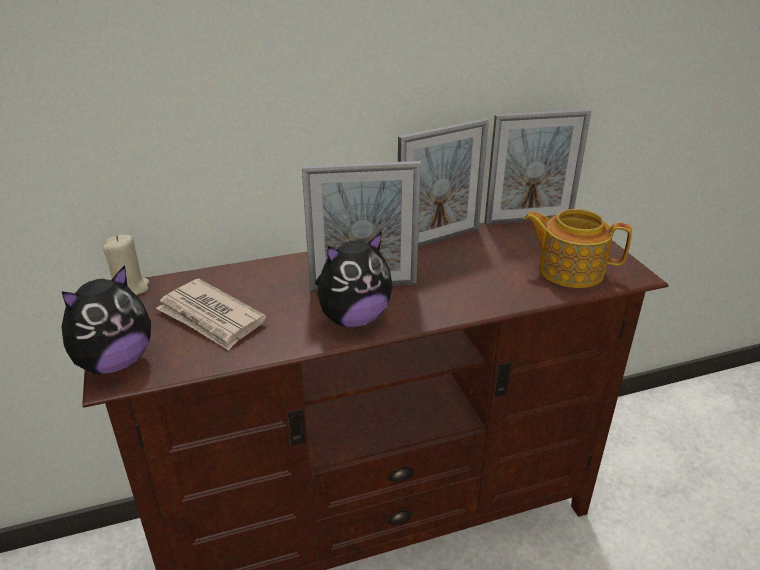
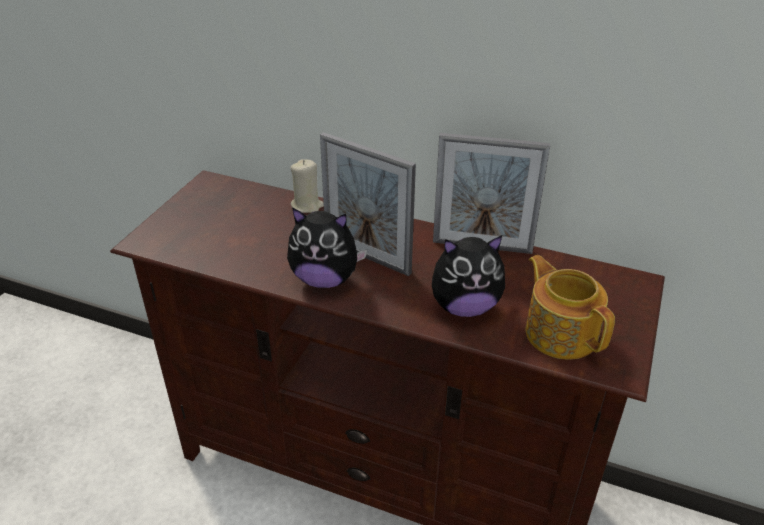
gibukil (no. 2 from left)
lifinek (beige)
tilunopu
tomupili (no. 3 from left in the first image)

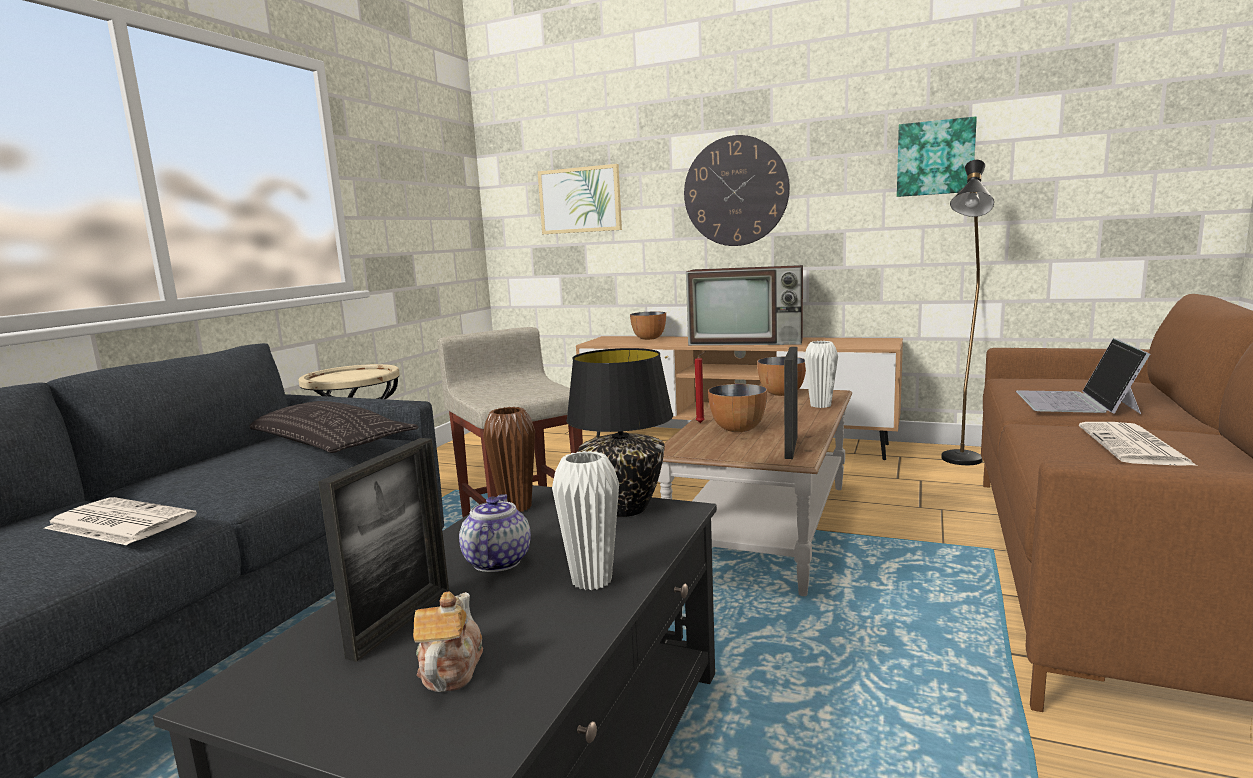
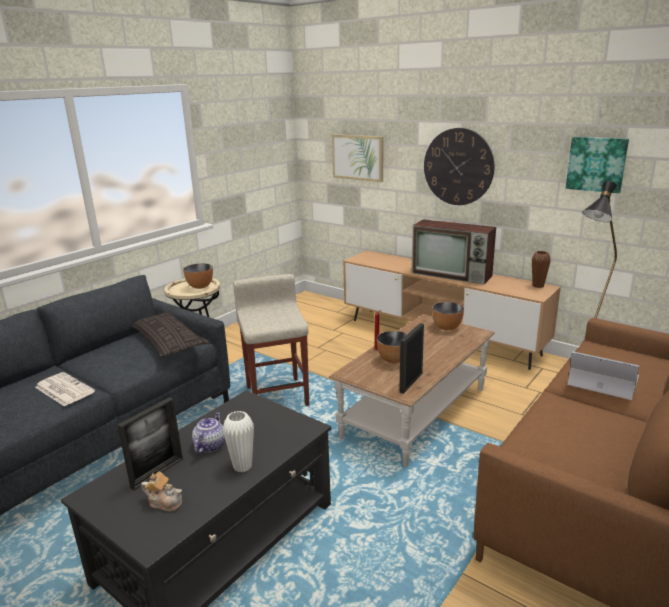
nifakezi (no. 1 from left)
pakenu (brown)
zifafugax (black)
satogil (no. 1 from left)
pakenu (white) (no. 2 from left in the first image)
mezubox
tilunopu (no. 2 from left in the first image)

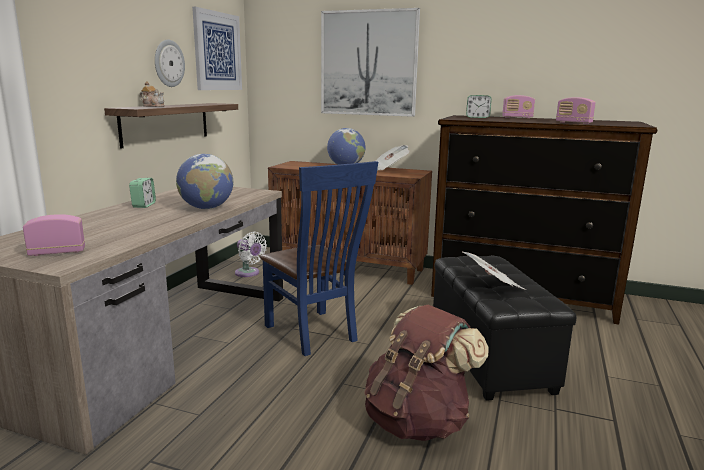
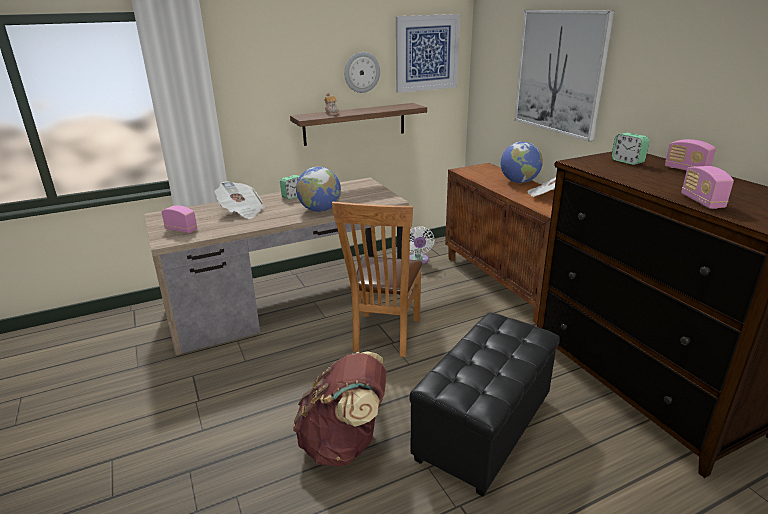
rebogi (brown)
tilunopu (no. 1 from left)

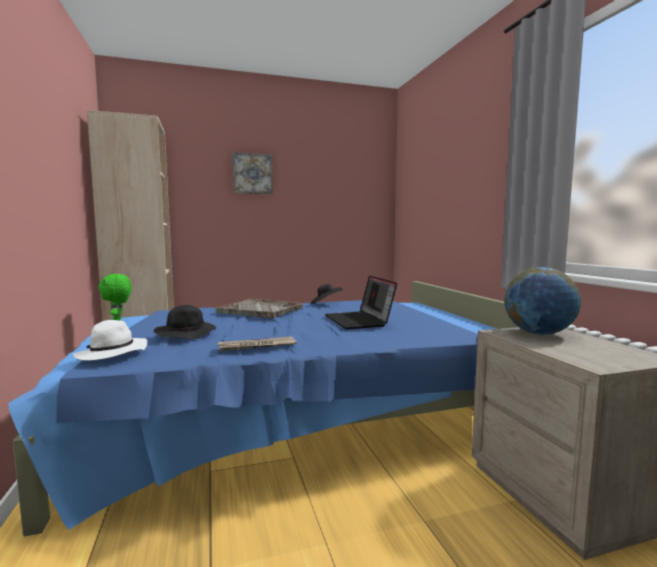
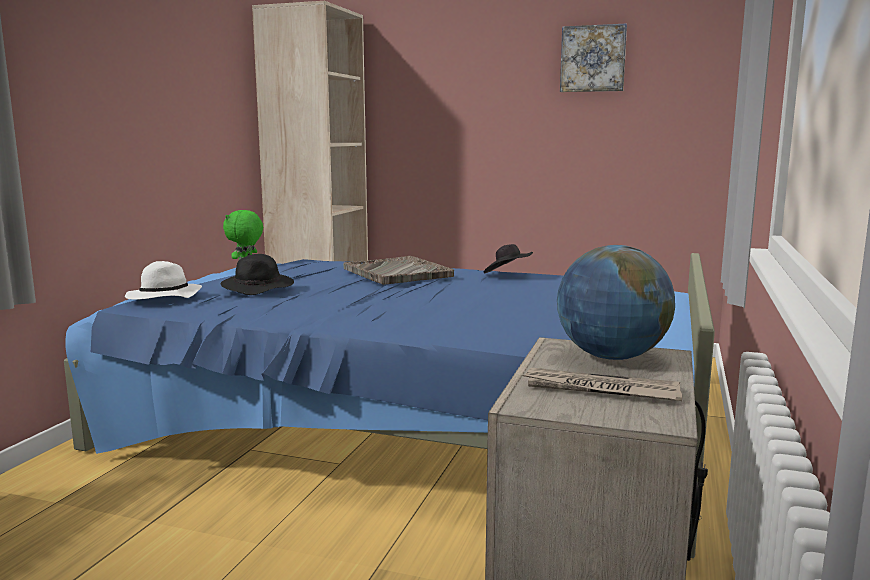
tilunopu
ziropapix
mezubox

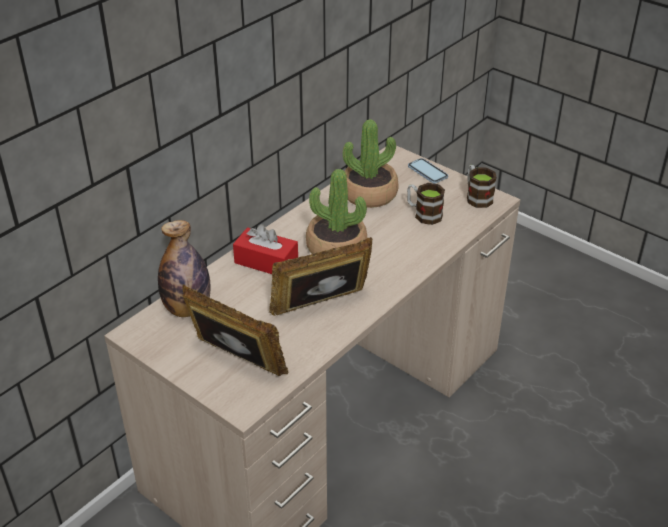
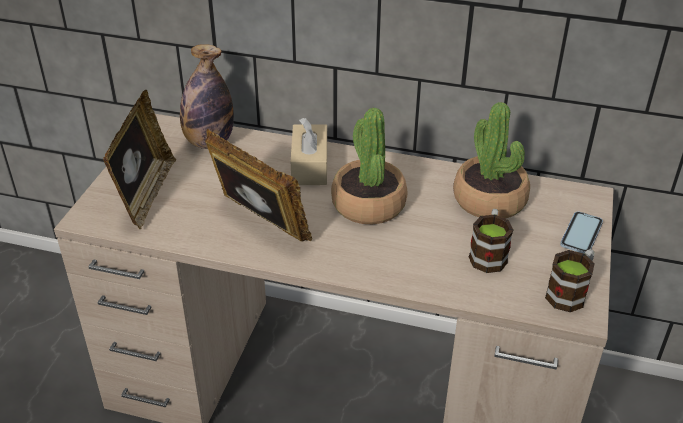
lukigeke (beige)

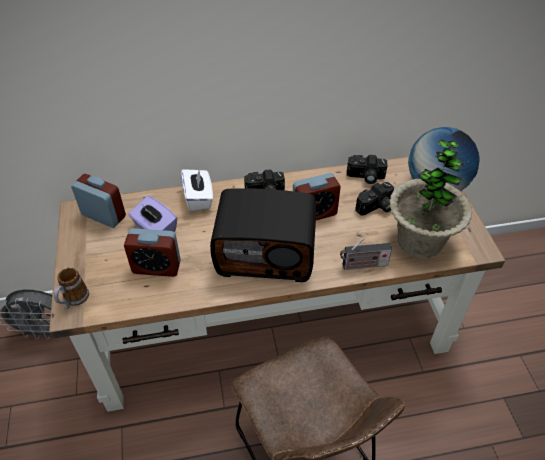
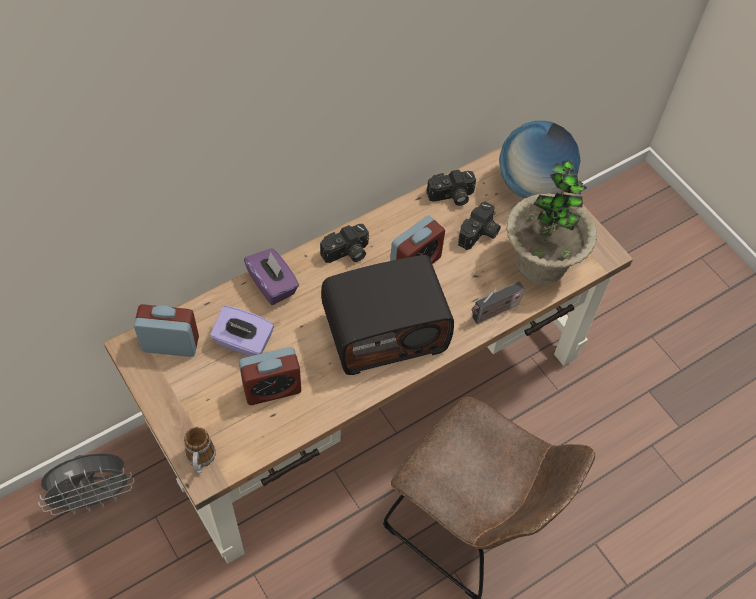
lukigeke (purple) (no. 2 from left)

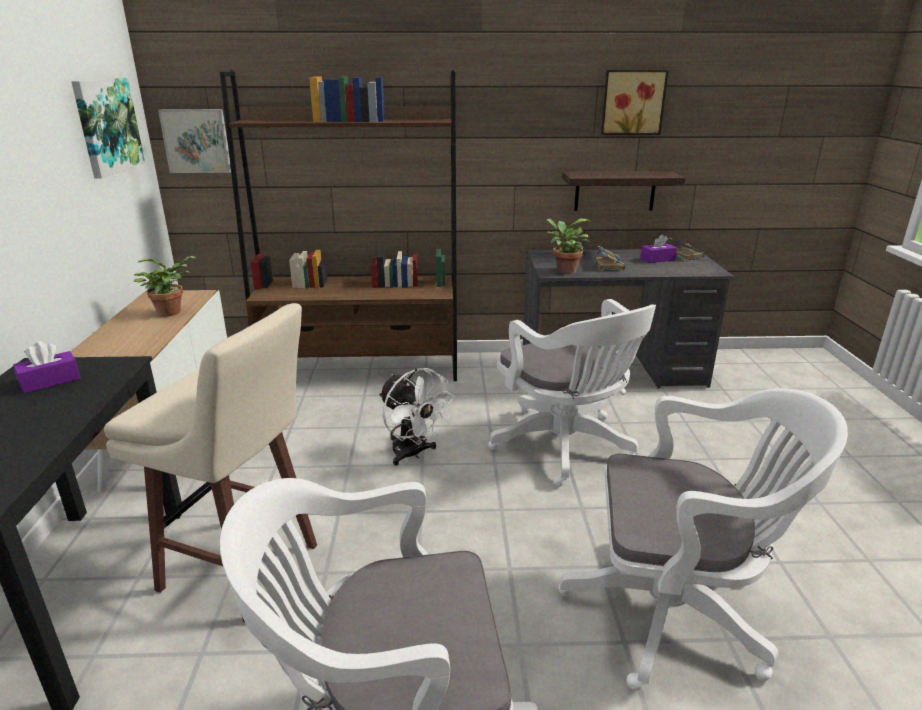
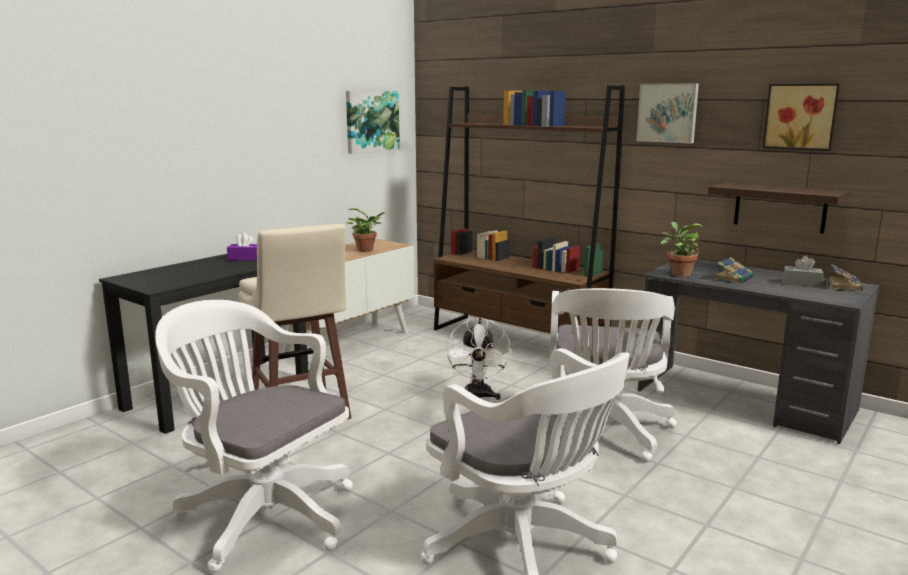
ziropapix (no. 2 from left)
lukigeke (grey)

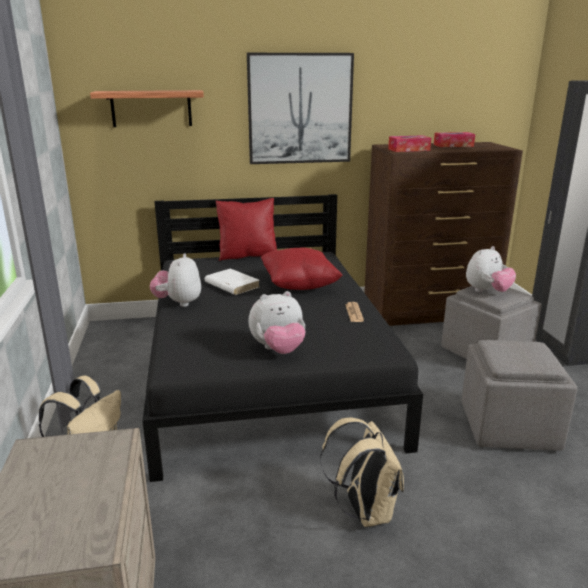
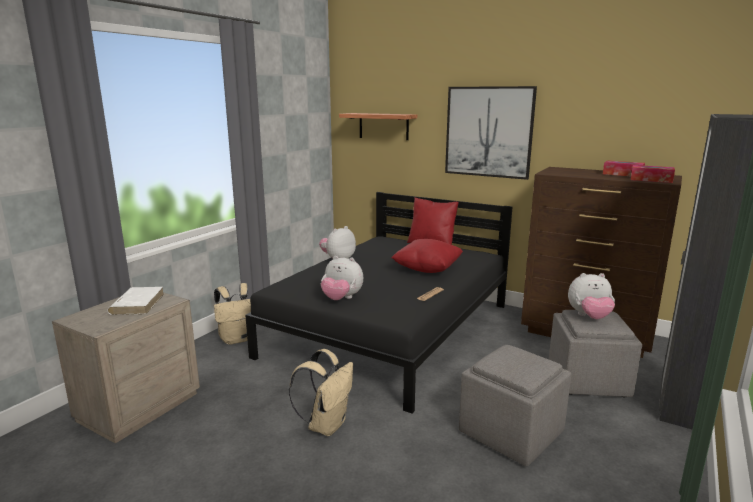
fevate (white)
lukigeke (no. 2 from left)

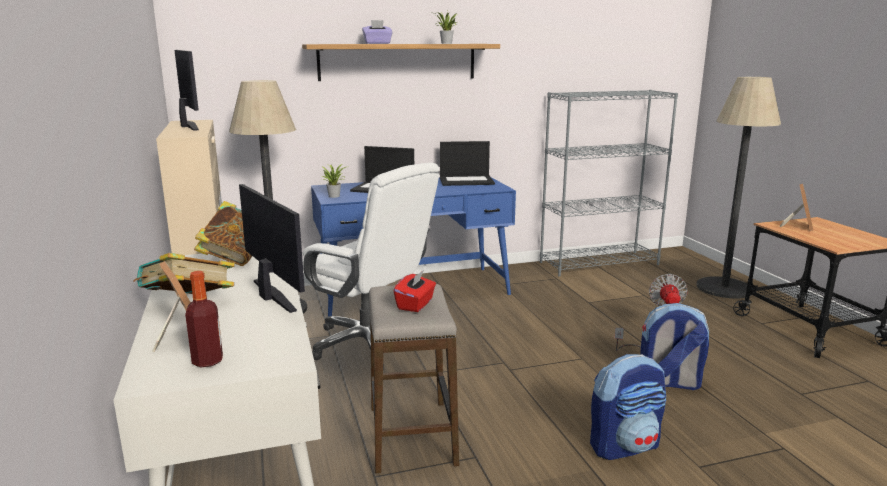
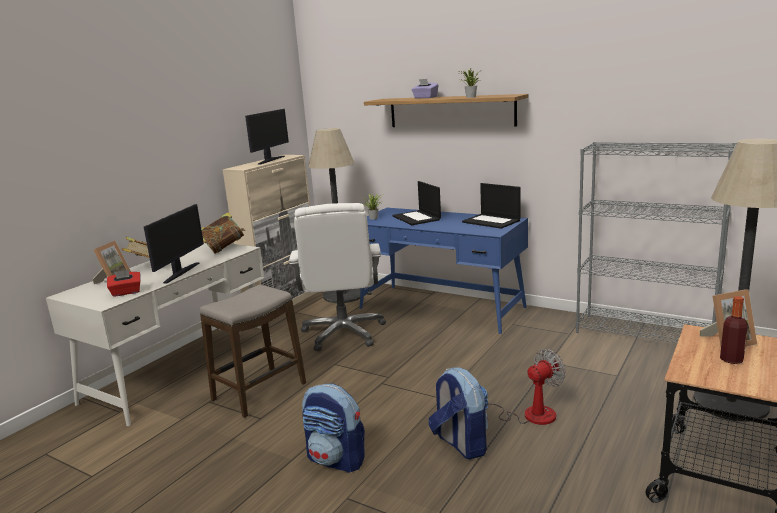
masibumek
lukigeke (red)

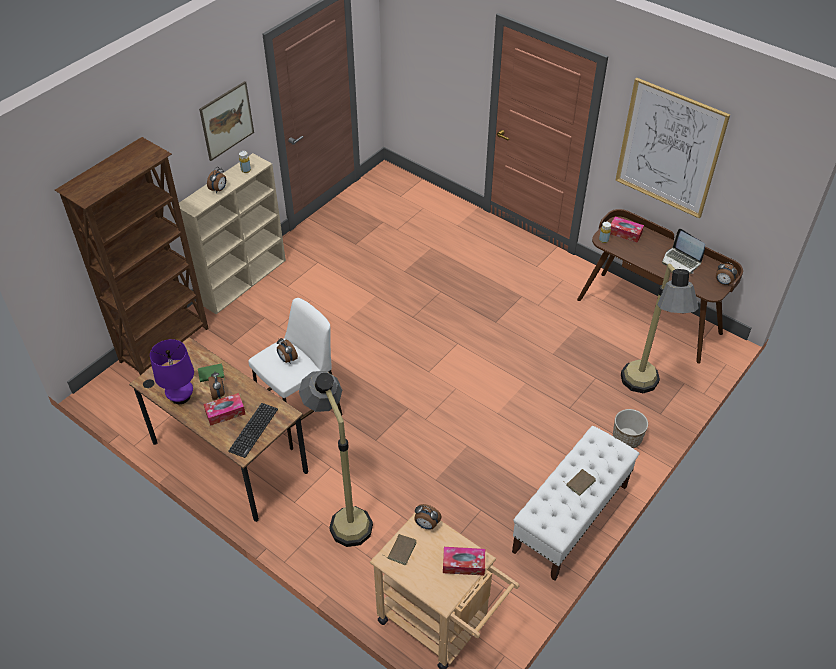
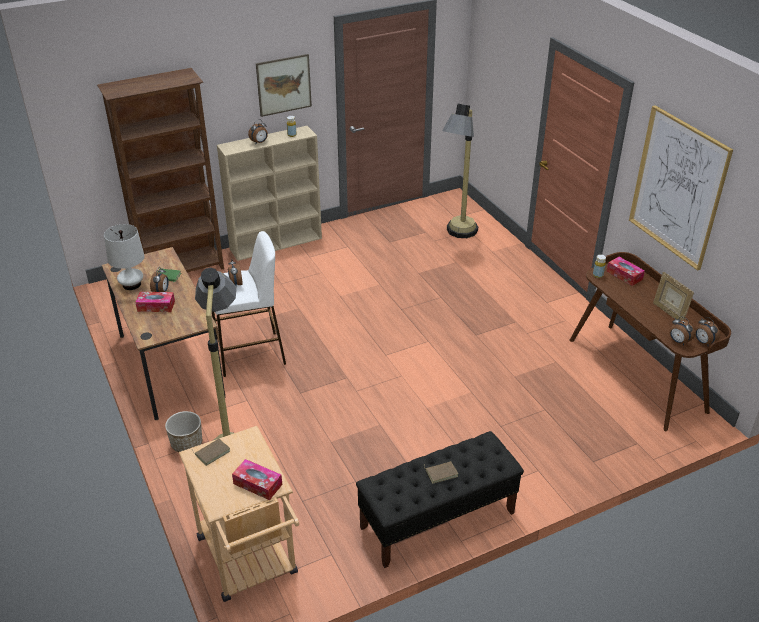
zifafugax (white)
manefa
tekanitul (no. 4 from left)
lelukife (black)
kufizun
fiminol (no. 2 from left)
tomupili

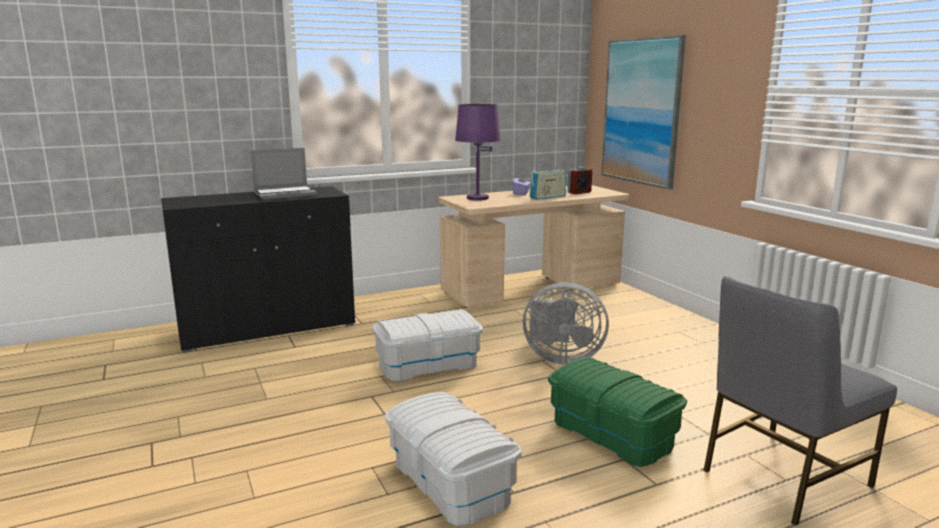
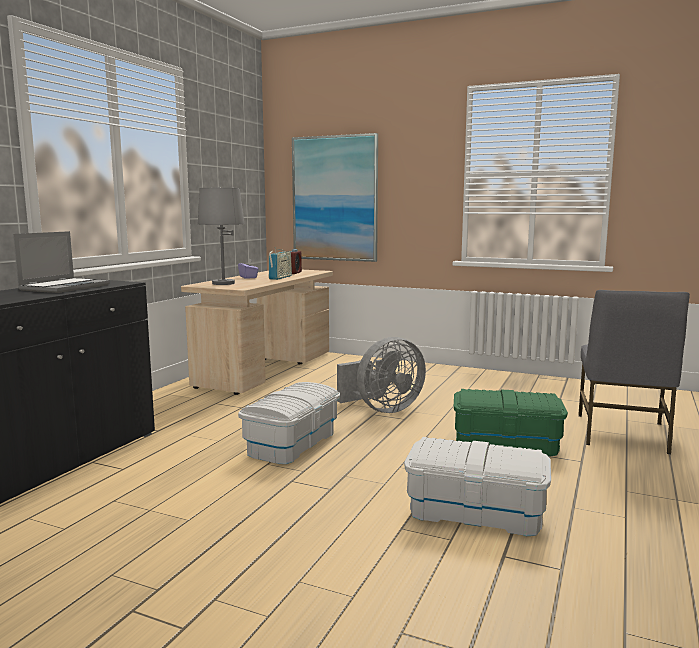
zifafugax (grey)

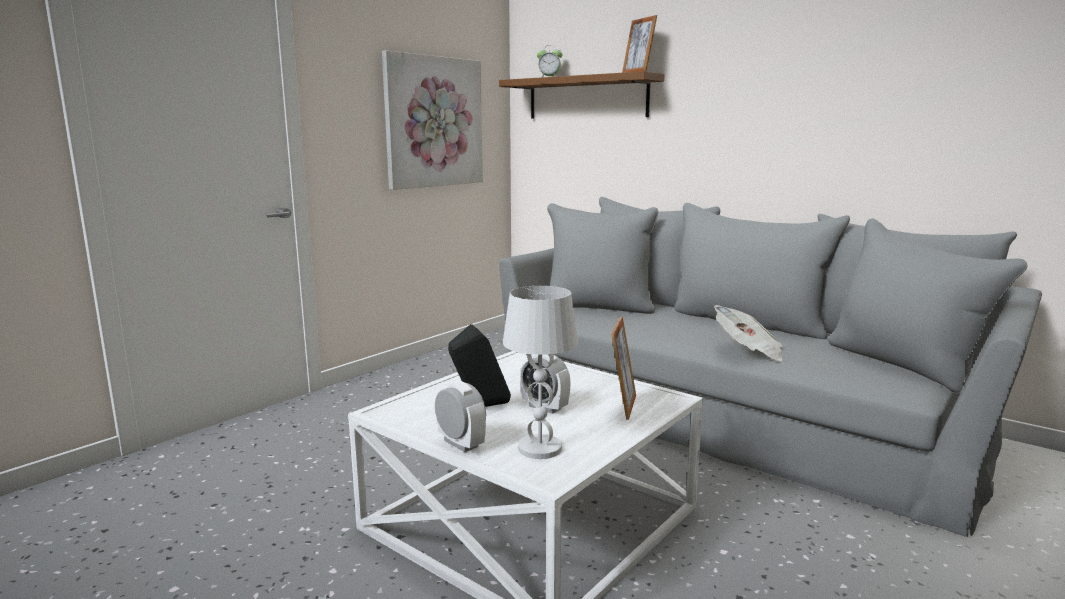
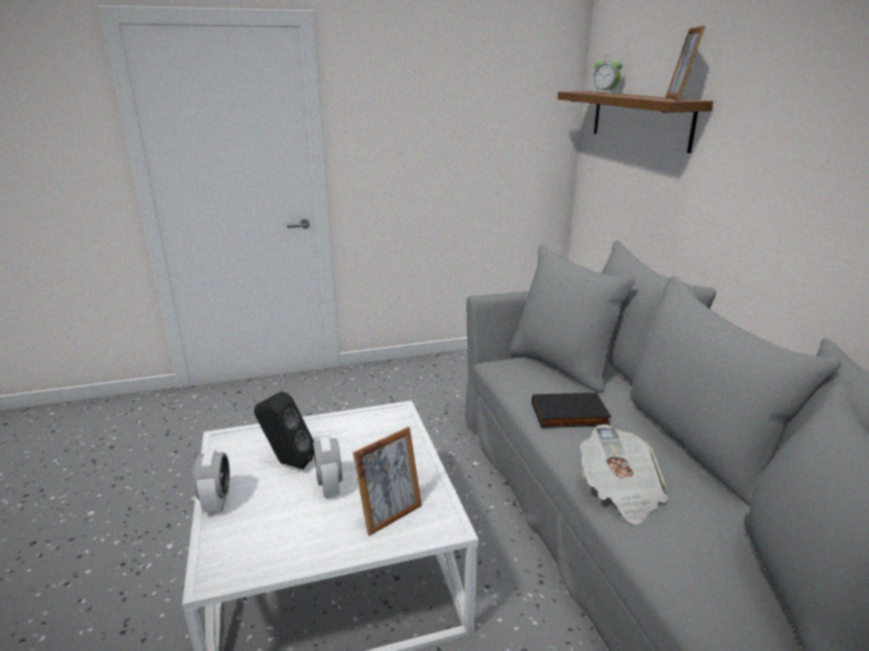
ziropapix
zifafugax (white)
fevate (black)

